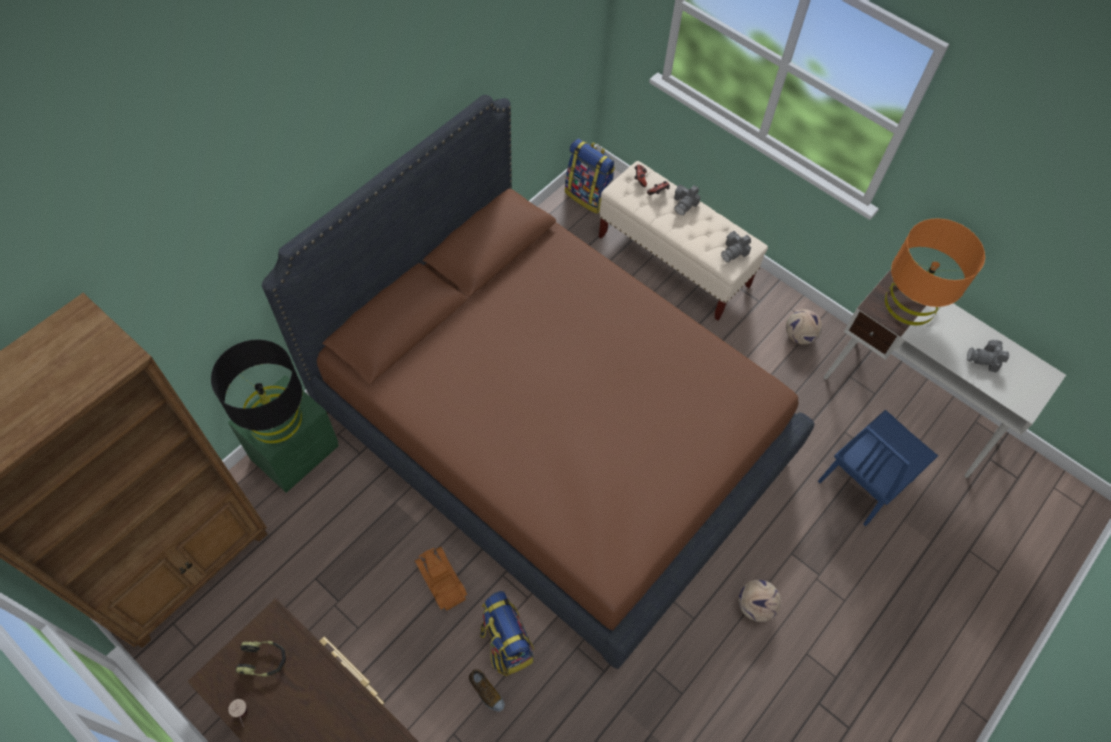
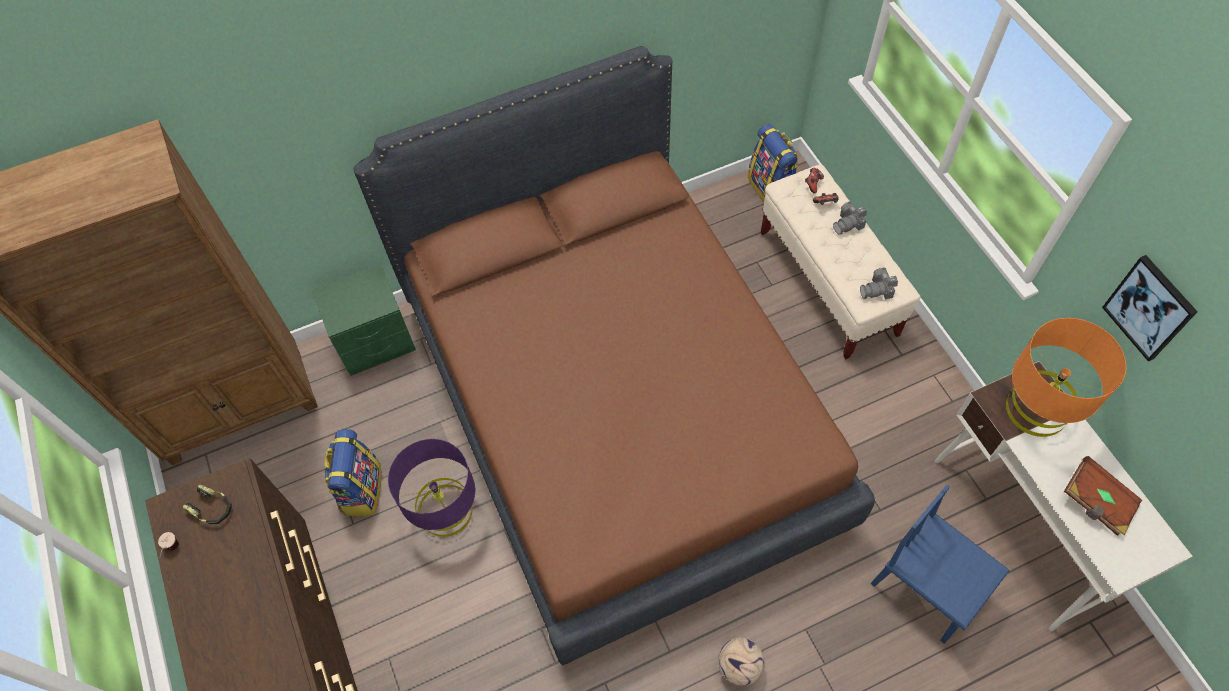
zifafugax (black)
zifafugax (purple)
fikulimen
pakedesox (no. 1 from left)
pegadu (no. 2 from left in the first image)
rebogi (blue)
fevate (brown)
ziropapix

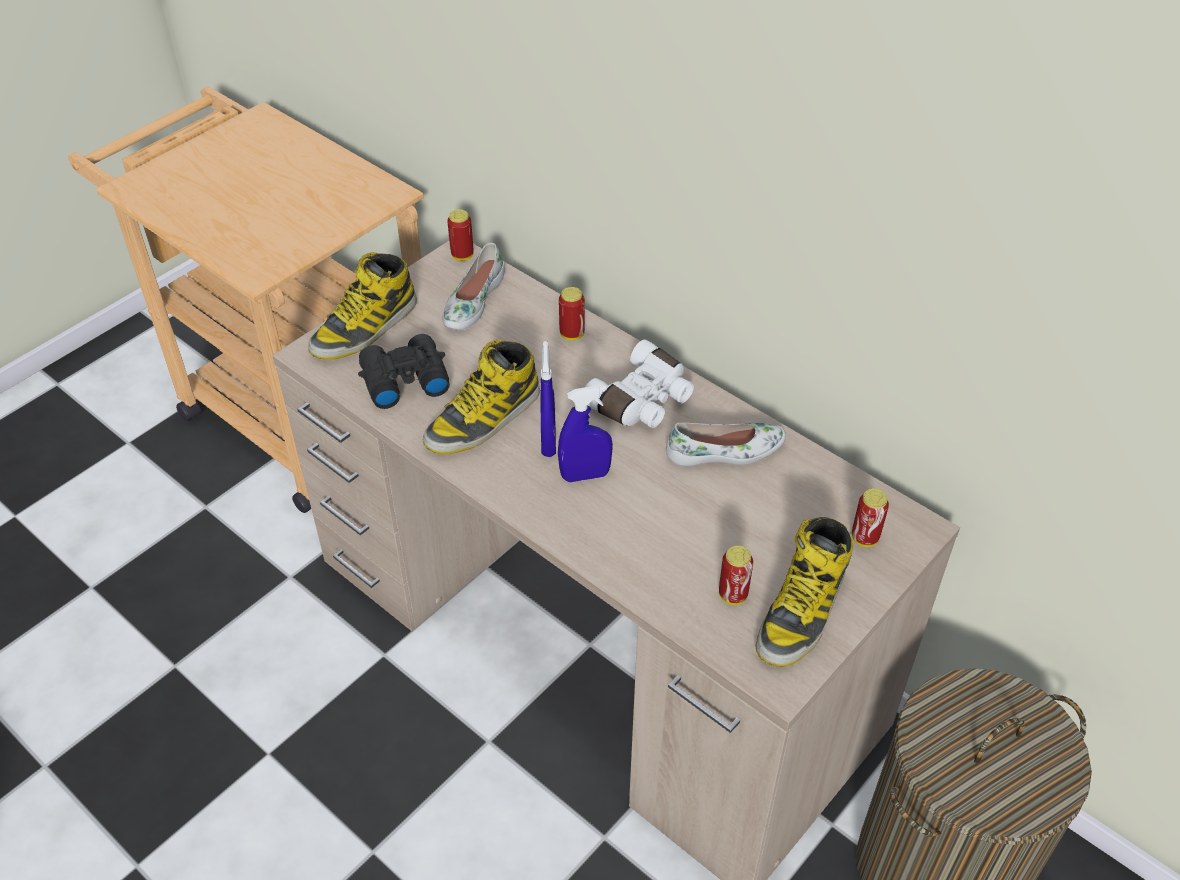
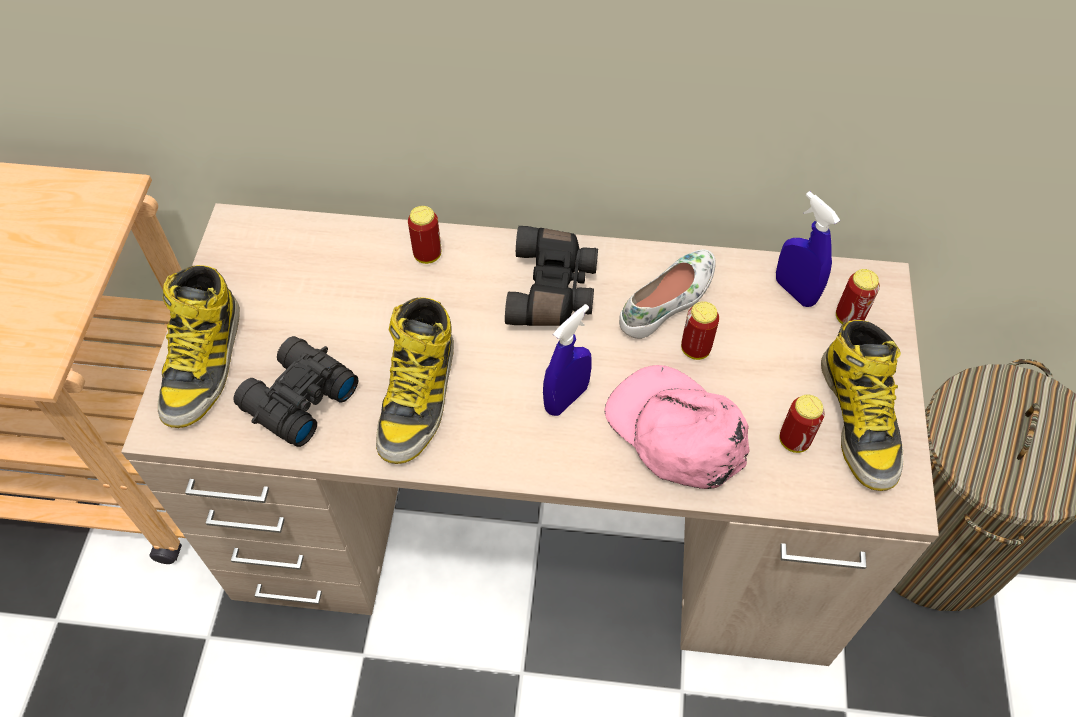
fikulimen (white) (no. 1 from left in the first image)
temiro (no. 2 from left)
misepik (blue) (no. 2 from left)
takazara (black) (no. 2 from left)
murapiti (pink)

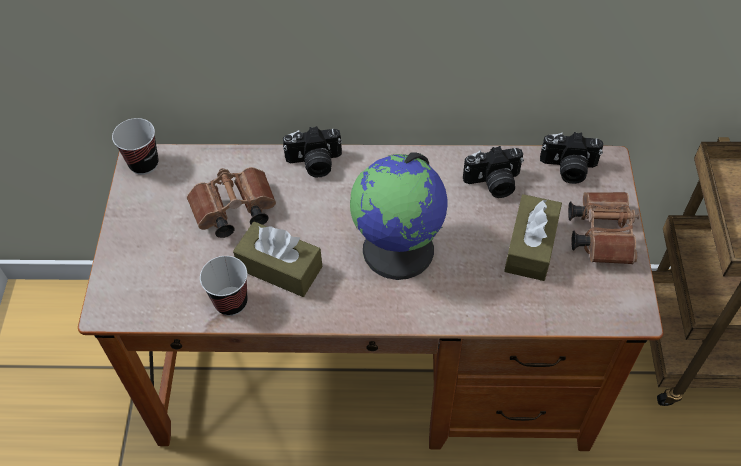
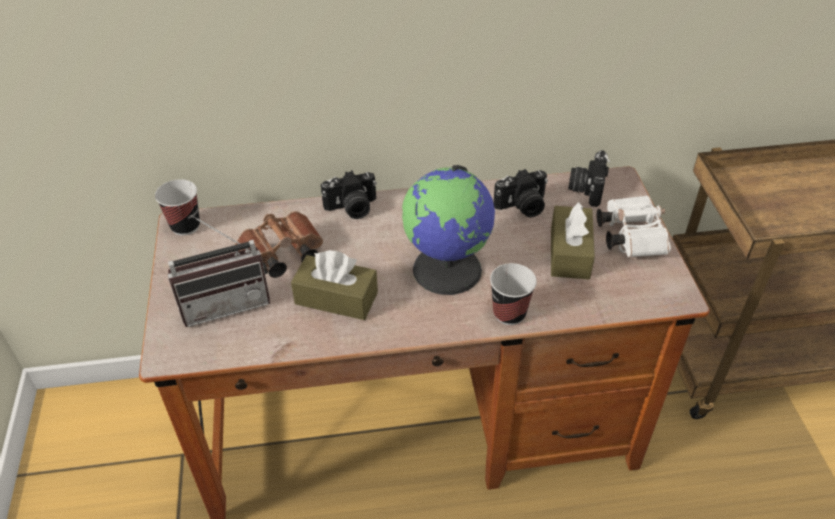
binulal (no. 2 from left)
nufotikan (no. 3 from left)
takazara (white)
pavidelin

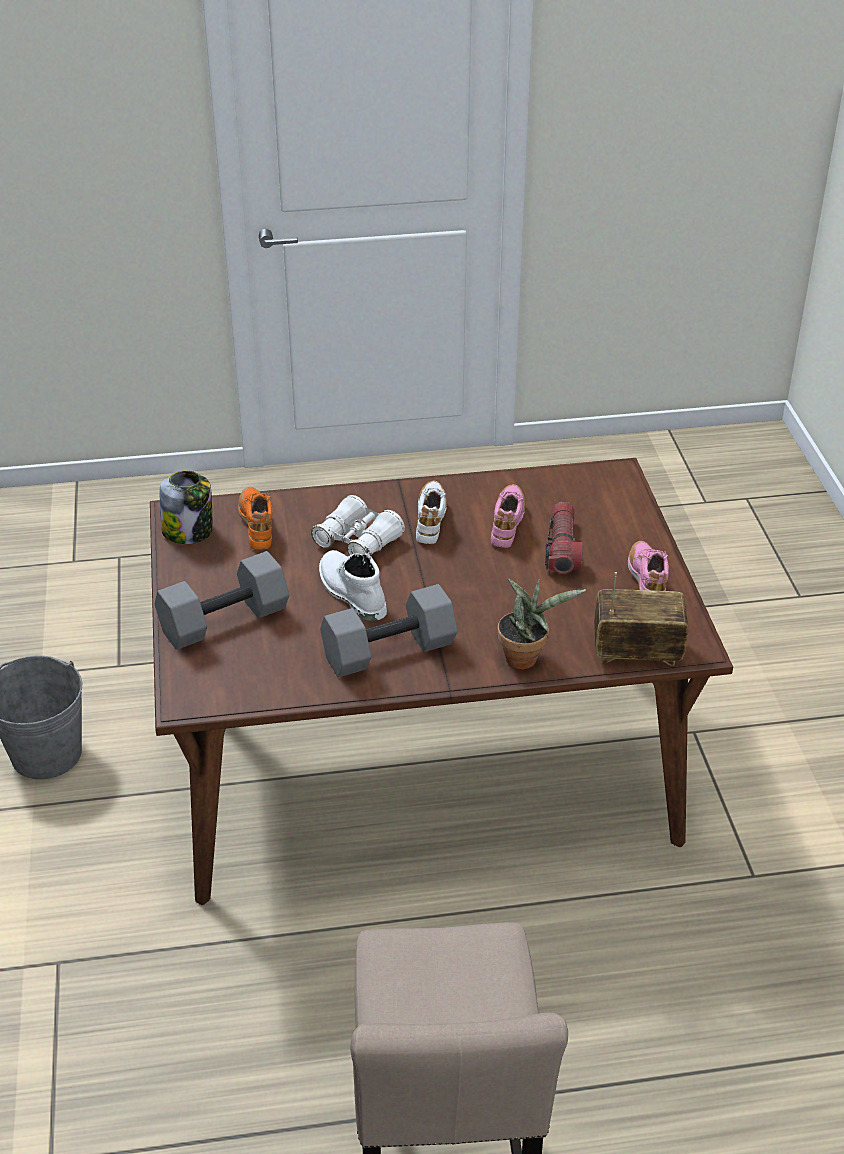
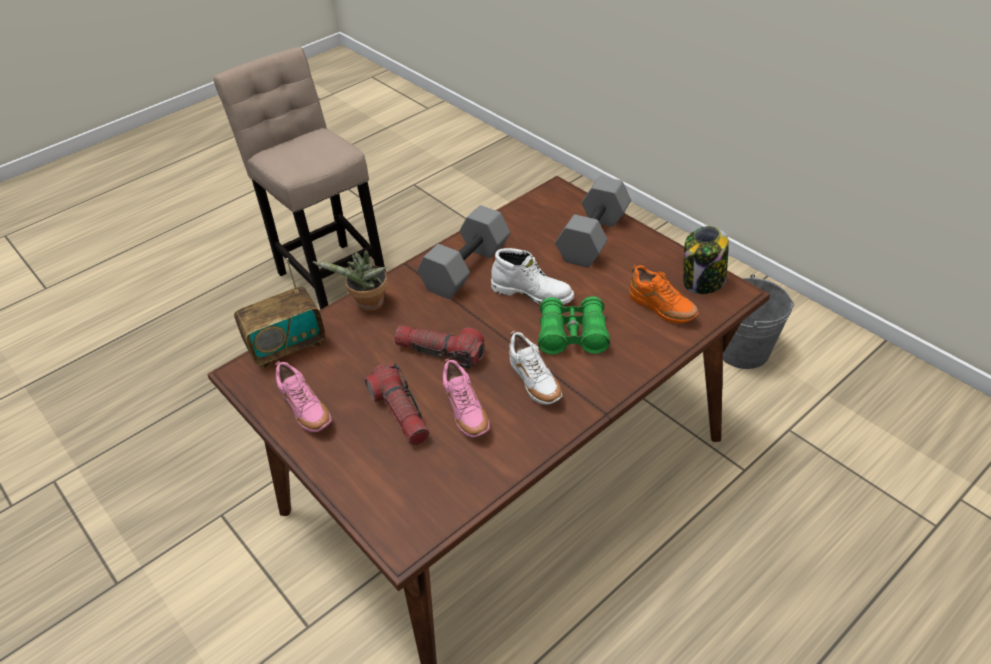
takazara (green)
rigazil (no. 2 from left)

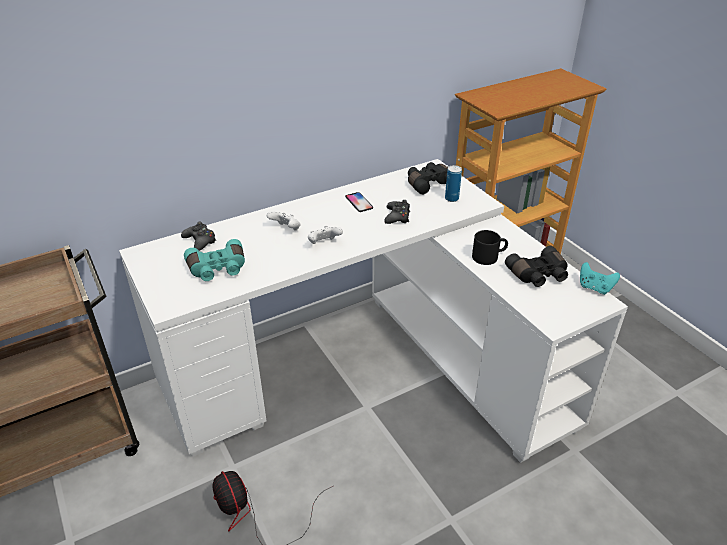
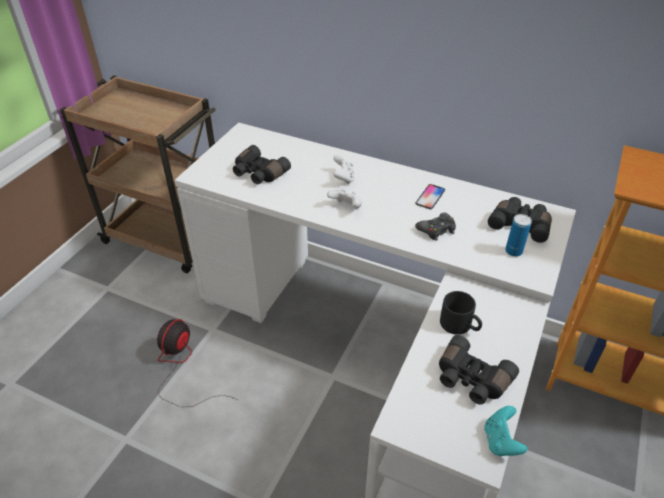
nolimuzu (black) (no. 1 from left in the first image)
takazara (black) (no. 1 from left)

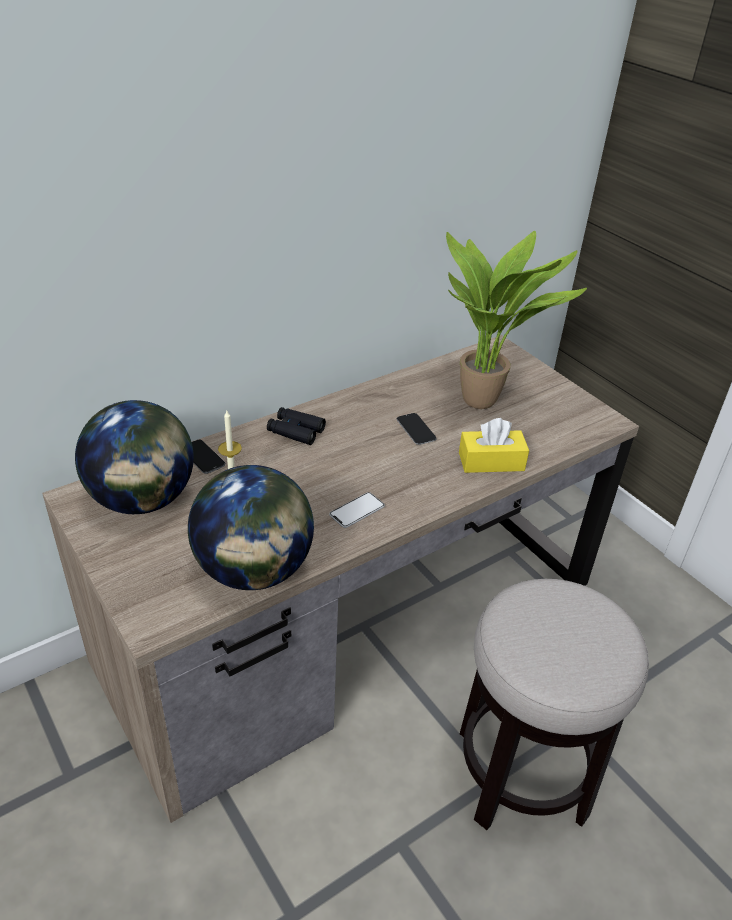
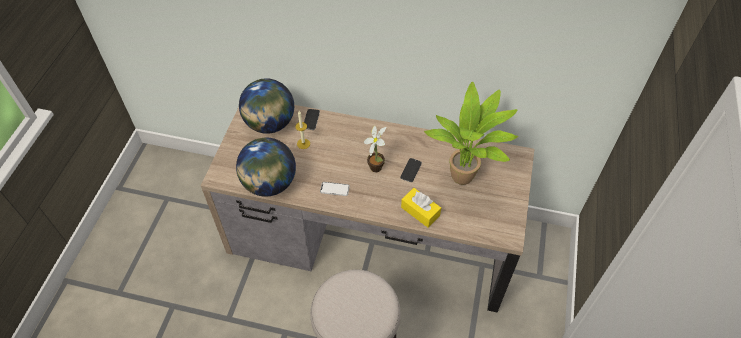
takazara (black)
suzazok (no. 1 from left)

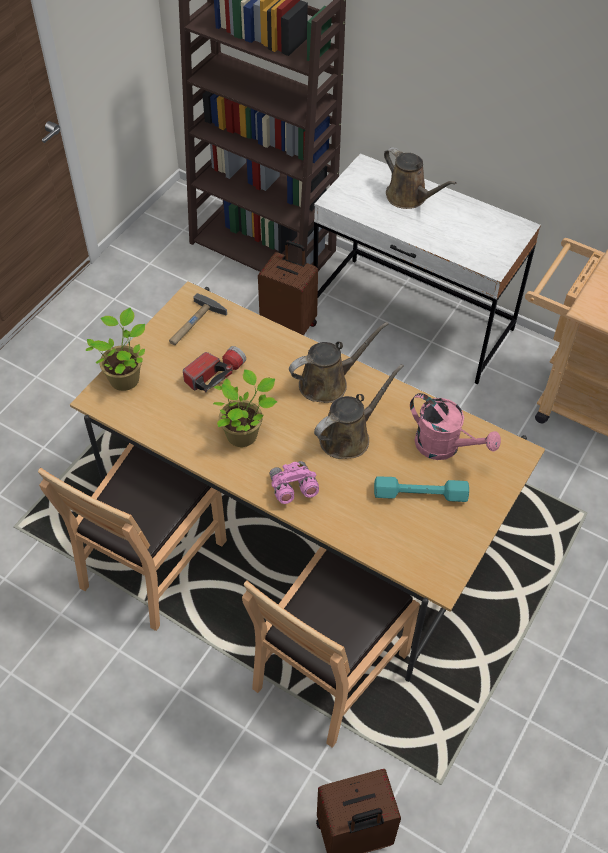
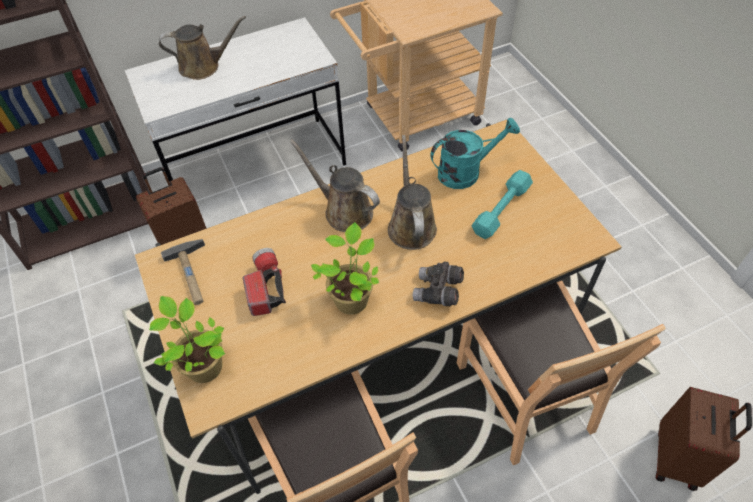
takazara (grey)
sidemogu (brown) (no. 2 from left)
sidemogu (turquoise)

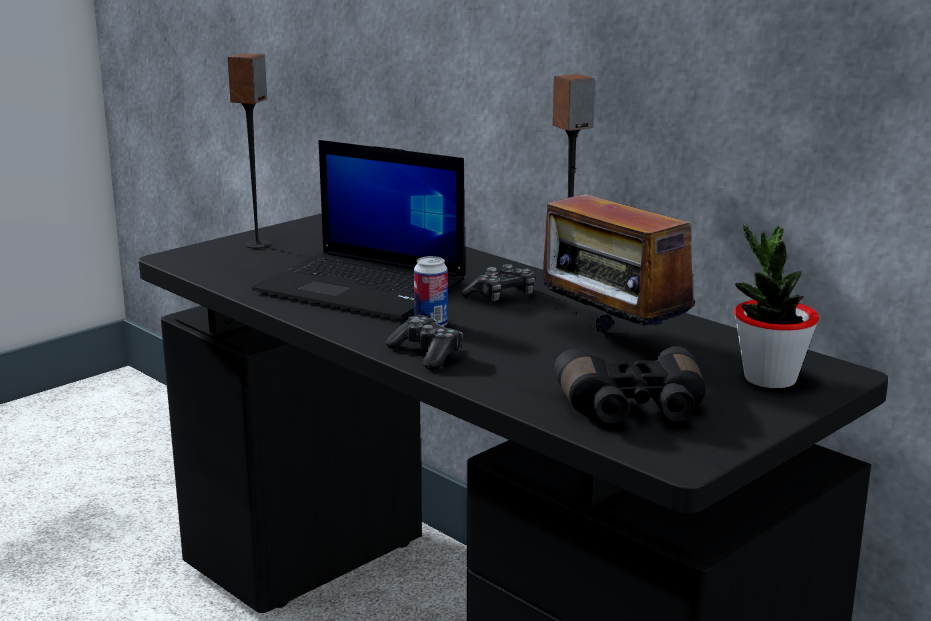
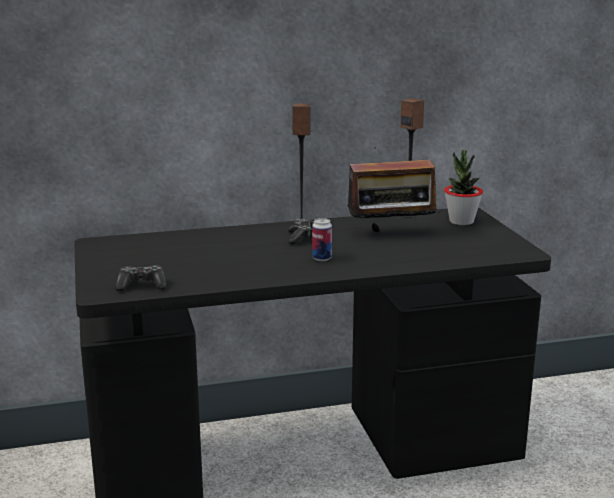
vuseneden (no. 2 from left)
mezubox
nolimuzu (no. 1 from left)
takazara (black)

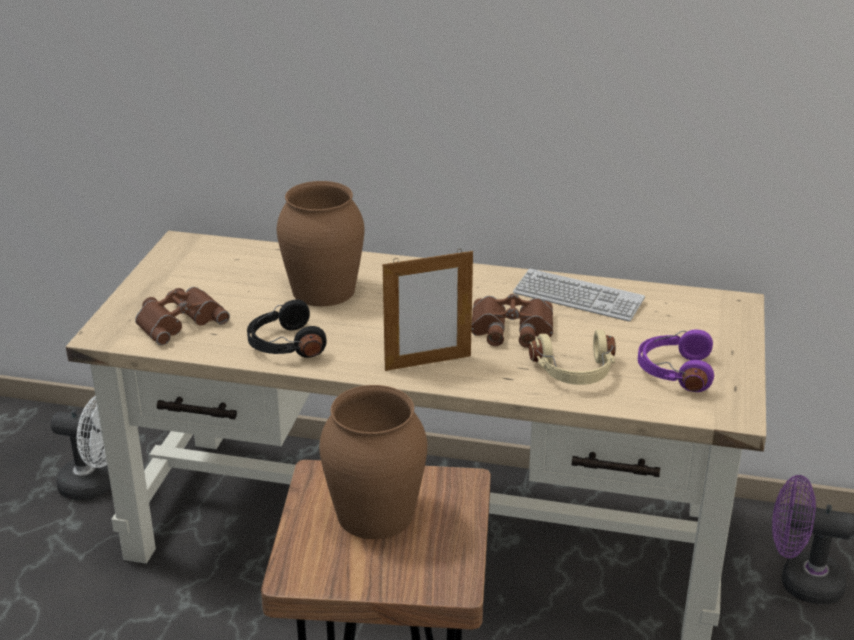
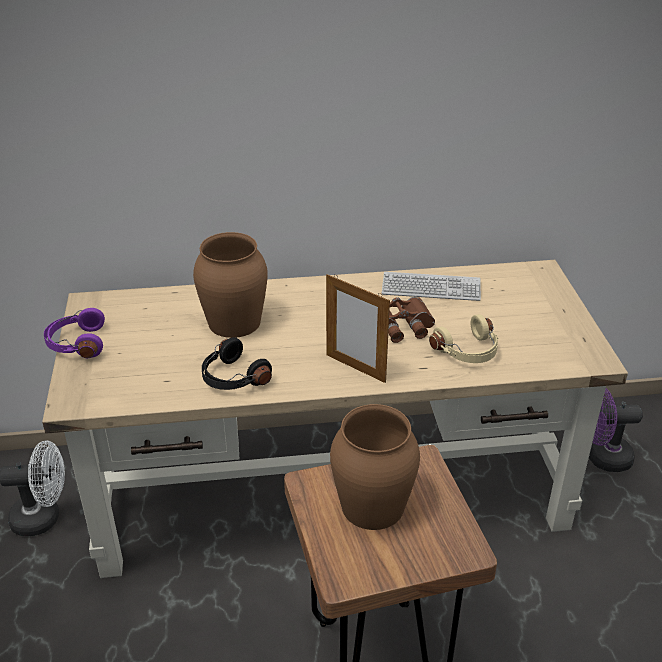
takazara (brown) (no. 1 from left in the first image)
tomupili
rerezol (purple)

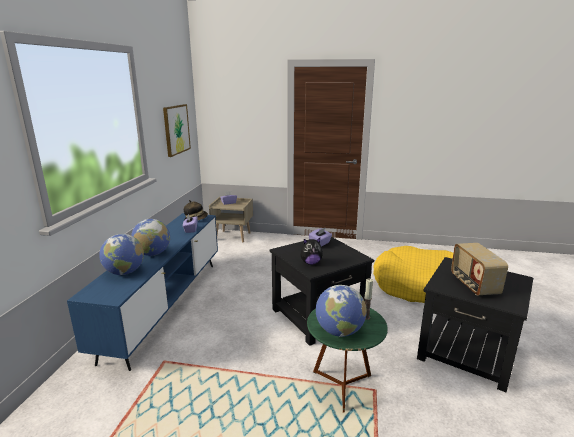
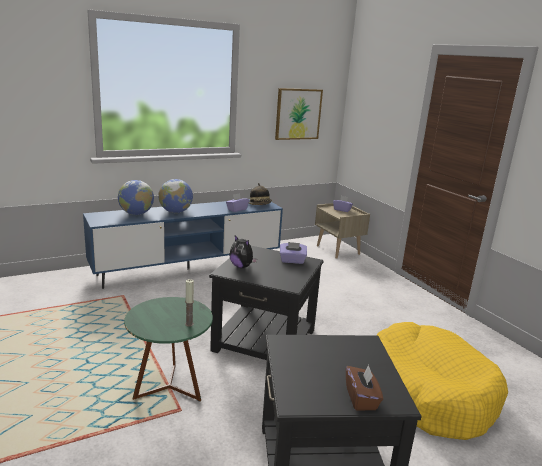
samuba (no. 3 from left in the first image)
pavidelin
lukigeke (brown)

